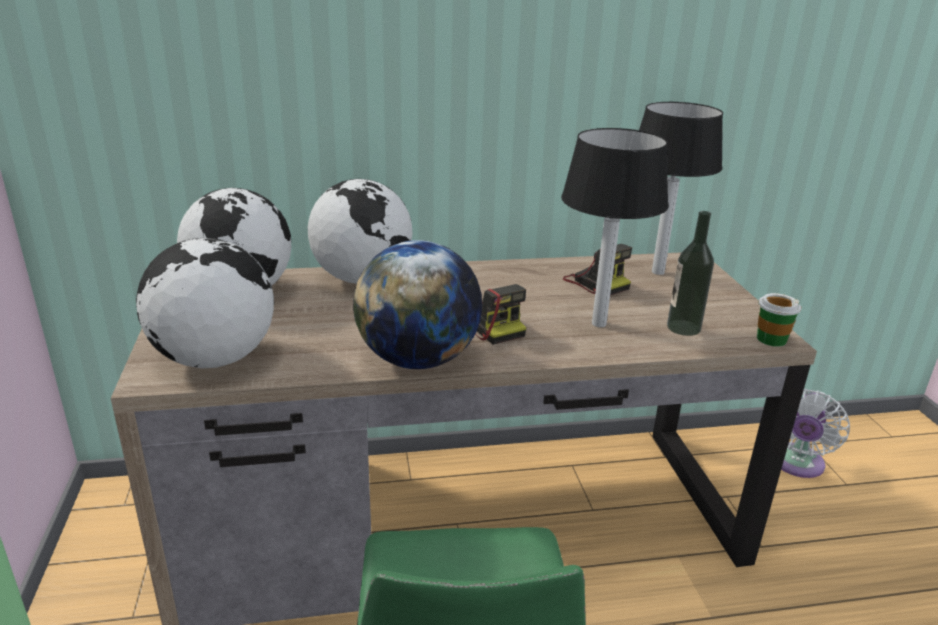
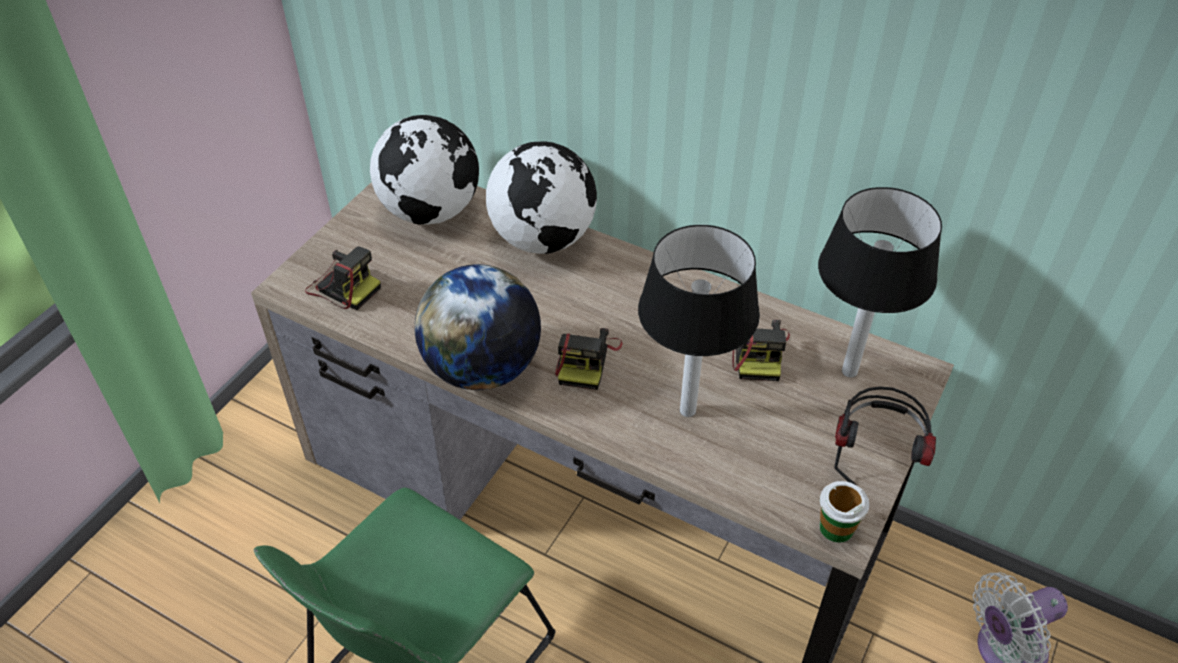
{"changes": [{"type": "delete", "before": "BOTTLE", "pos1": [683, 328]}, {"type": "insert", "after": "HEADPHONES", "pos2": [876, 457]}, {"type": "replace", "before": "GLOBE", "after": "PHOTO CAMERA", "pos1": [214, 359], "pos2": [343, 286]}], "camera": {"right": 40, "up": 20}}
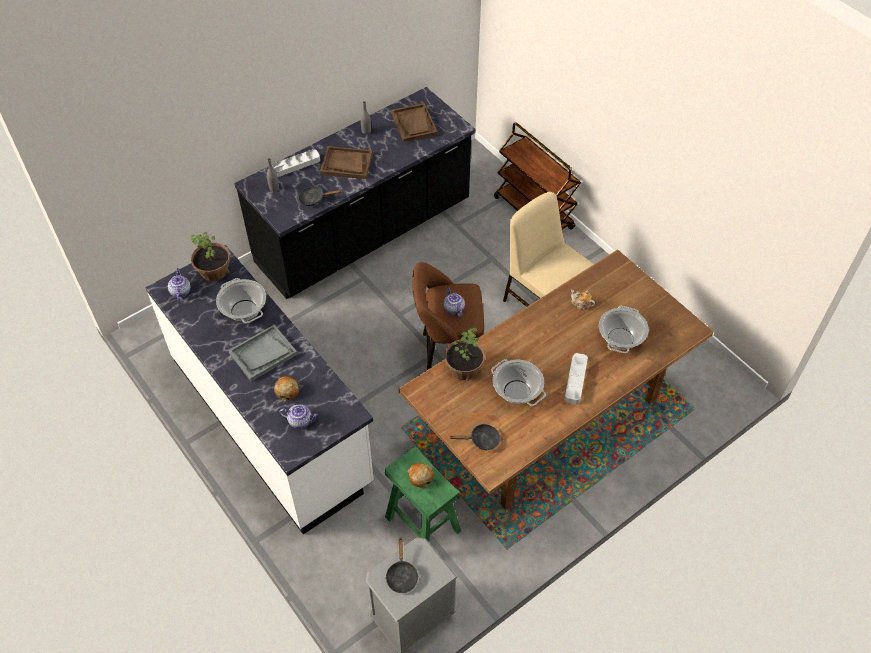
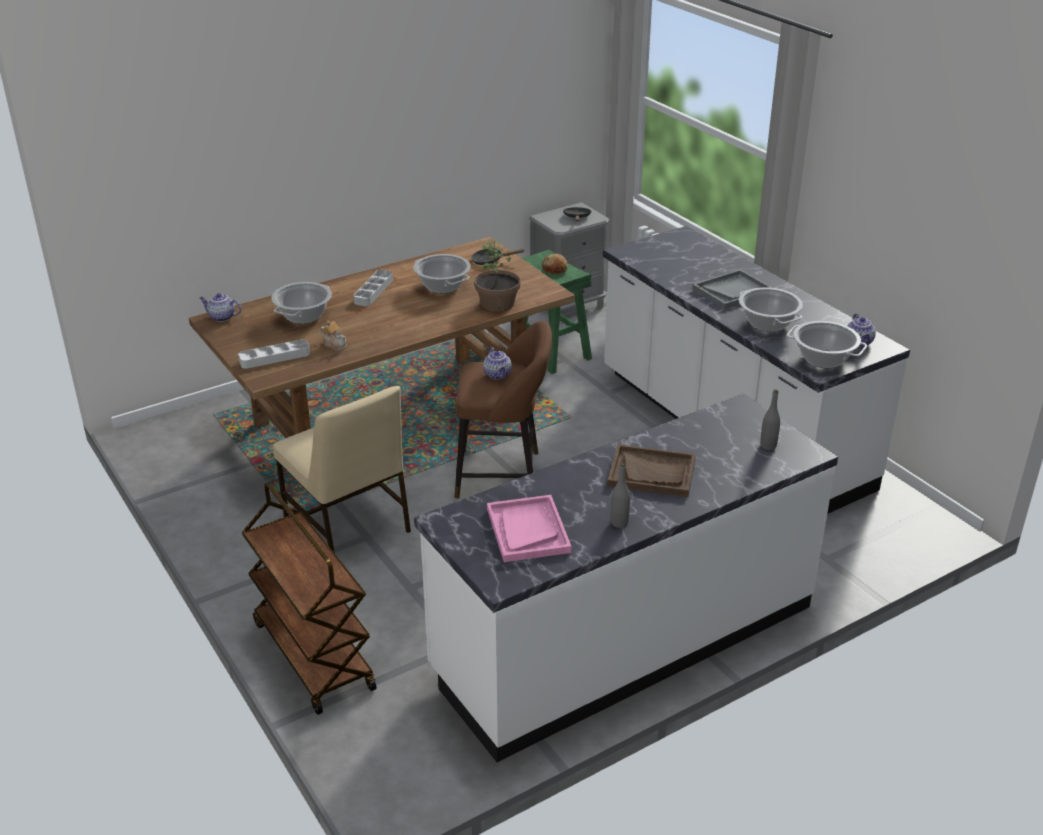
{"changes": [{"type": "delete", "before": "BREAD", "pos1": [287, 390]}, {"type": "delete", "before": "BLACK FRYING PAN", "pos1": [314, 199]}, {"type": "move", "before": "GREY TRAY", "pos1": [296, 165], "pos2": [275, 357]}, {"type": "move", "before": "TEAPOT", "pos1": [300, 421], "pos2": [221, 317]}, {"type": "replace", "before": "POTTED PLANT", "after": "COOKING POT", "pos1": [214, 270], "pos2": [823, 359]}, {"type": "recolor", "before": "BLACK COUNTER", "after": "WHITE COUNTER", "pos1": [364, 234], "pos2": [623, 639]}, {"type": "recolor", "before": "BROWN TRAY", "after": "PINK TRAY", "pos1": [414, 124], "pos2": [527, 530]}], "camera": {"right": -175, "up": -20}}
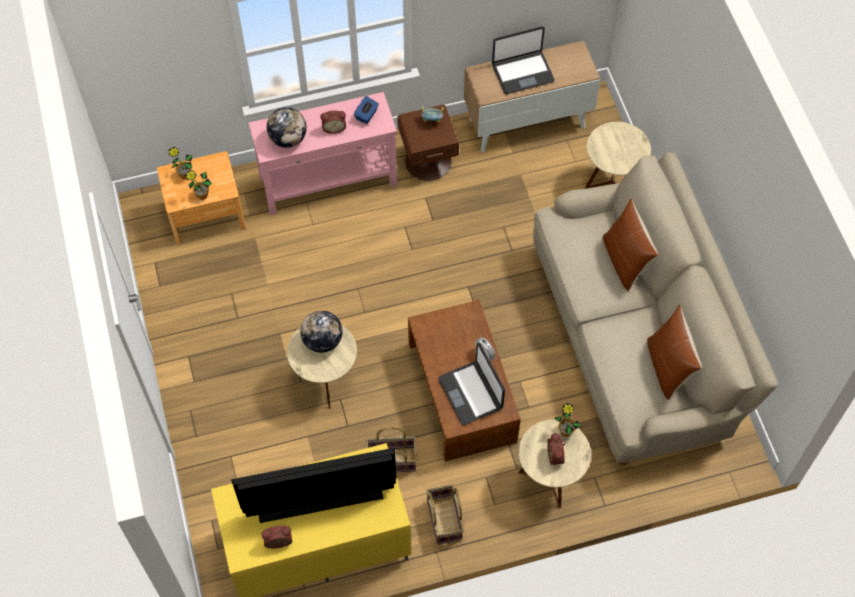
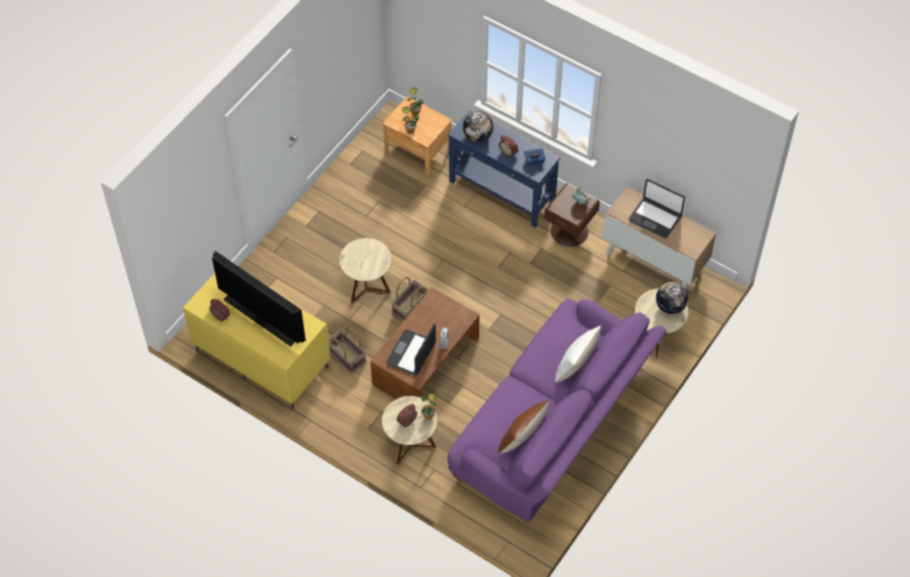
{"changes": [{"type": "move", "before": "GLOBE", "pos1": [322, 341], "pos2": [670, 306]}, {"type": "move", "before": "BASKET", "pos1": [445, 520], "pos2": [410, 308]}, {"type": "recolor", "before": "PINK CONSOLE TABLE", "after": "BLUE CONSOLE TABLE", "pos1": [329, 181], "pos2": [502, 192]}, {"type": "recolor", "before": "BEIGE SOFA", "after": "PURPLE SOFA", "pos1": [636, 339], "pos2": [553, 428]}, {"type": "recolor", "before": "BROWN PILLOW", "after": "WHITE PILLOW", "pos1": [624, 261], "pos2": [576, 366]}], "camera": {"right": 50, "up": -5}}
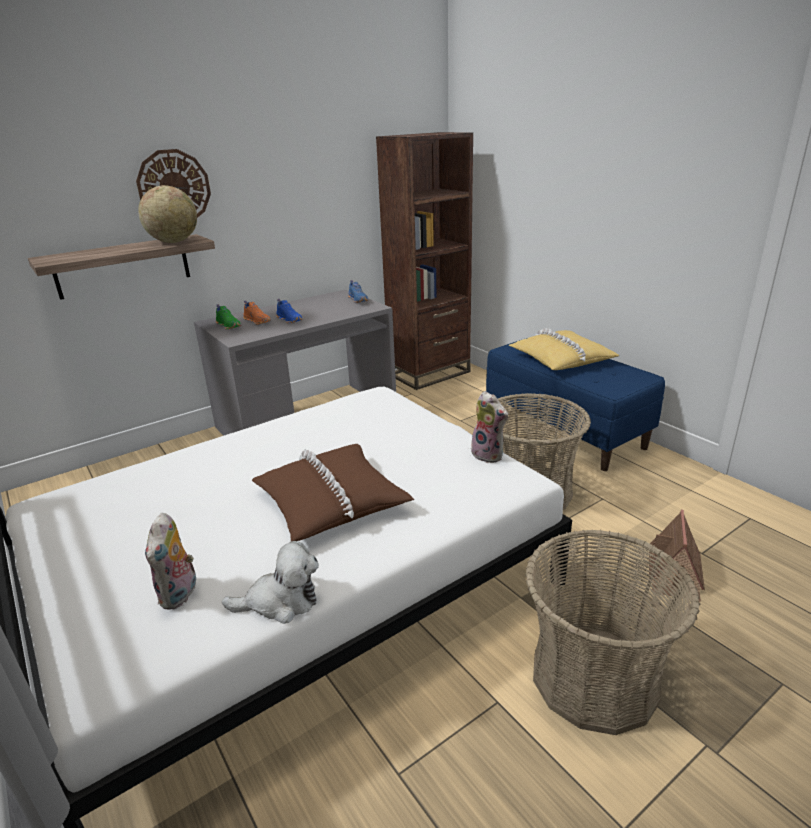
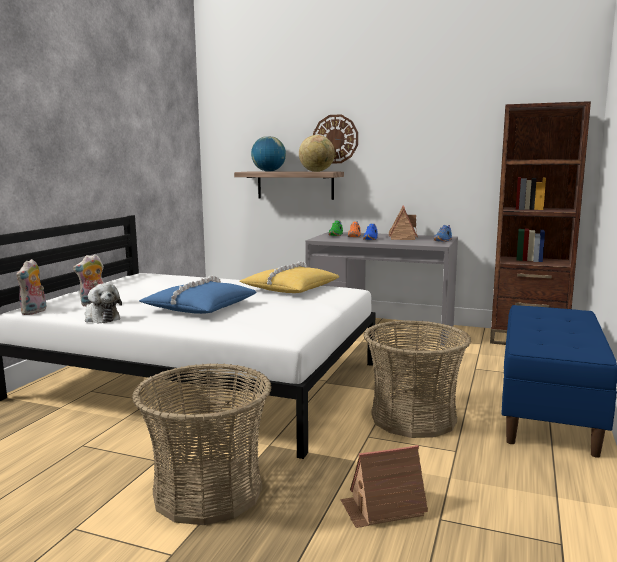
{"changes": [{"type": "insert", "after": "GLOBE", "pos2": [268, 171]}, {"type": "insert", "after": "TOY HOUSE", "pos2": [402, 237]}, {"type": "move", "before": "PLUSH TOY", "pos1": [489, 454], "pos2": [34, 312]}, {"type": "move", "before": "YELLOW PILLOW", "pos1": [560, 359], "pos2": [290, 288]}, {"type": "recolor", "before": "BROWN PILLOW", "after": "BLUE PILLOW", "pos1": [331, 502], "pos2": [199, 307]}], "camera": {"right": 55, "up": -15}}
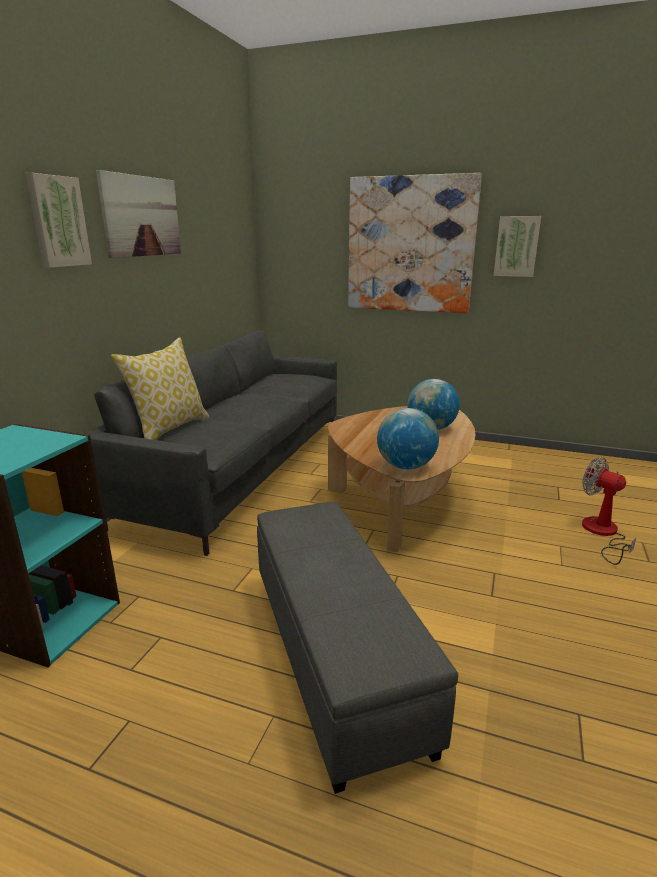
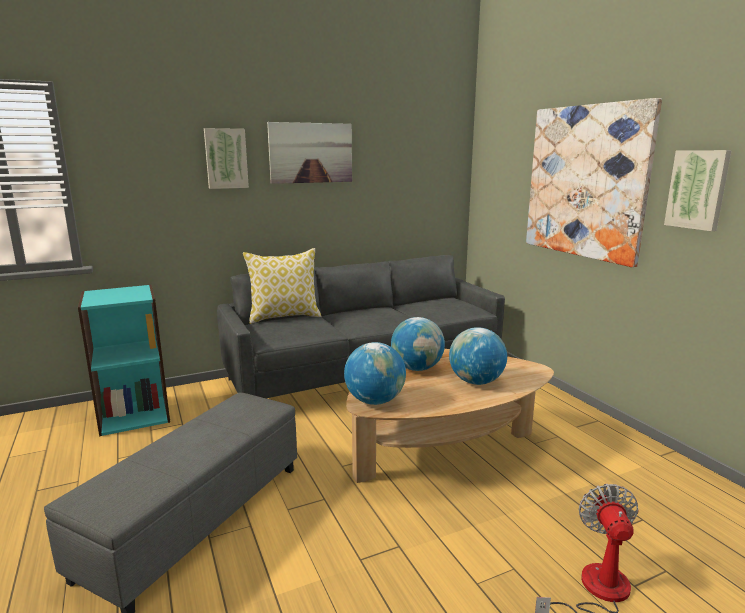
{"changes": [{"type": "insert", "after": "GLOBE", "pos2": [417, 368]}], "camera": {"right": 45, "up": -5}}
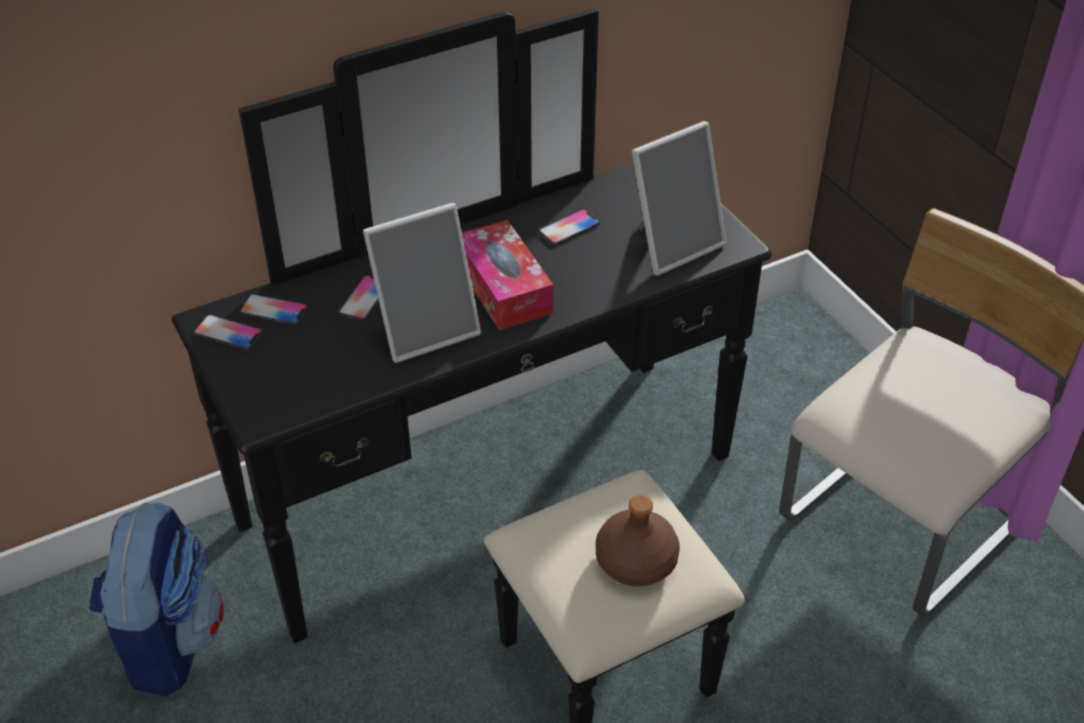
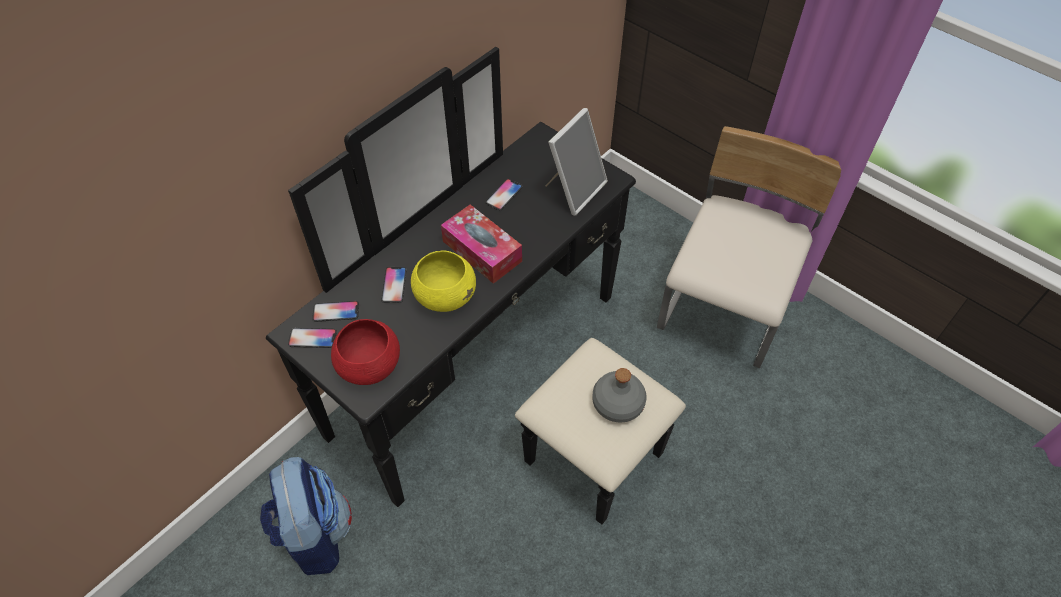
{"changes": [{"type": "insert", "after": "RED BOWL", "pos2": [369, 366]}, {"type": "replace", "before": "PICTURE FRAME", "after": "YELLOW BOWL", "pos1": [426, 328], "pos2": [445, 296]}, {"type": "recolor", "before": "BROWN BOTTLE", "after": "GREY BOTTLE", "pos1": [635, 560], "pos2": [617, 403]}], "camera": {"right": -20, "up": 10}}
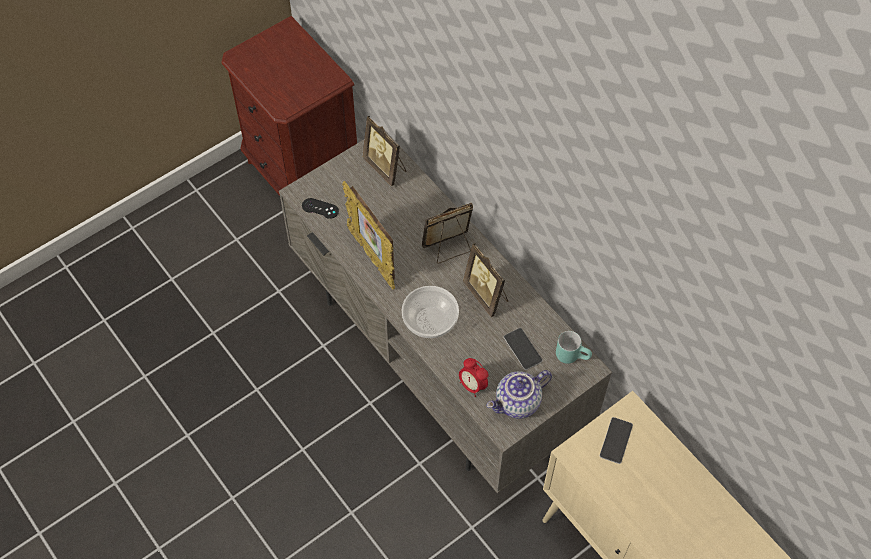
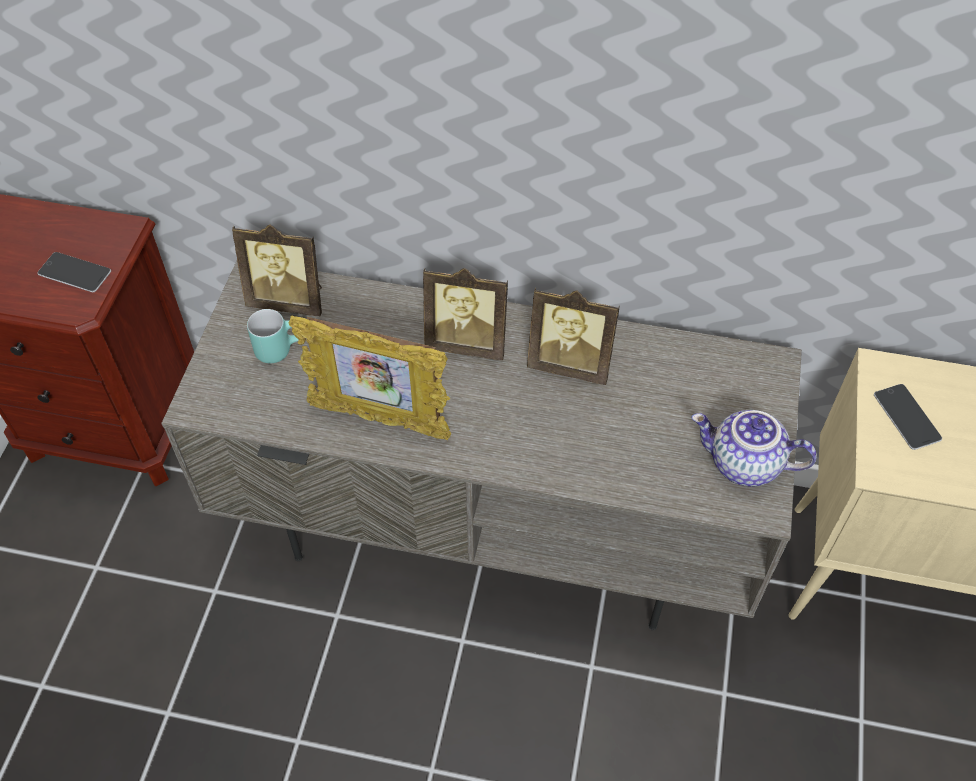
{"changes": [{"type": "delete", "before": "BLACK GAME CONTROLLER", "pos1": [320, 208]}, {"type": "delete", "before": "BOWL", "pos1": [430, 319]}, {"type": "delete", "before": "ALARM CLOCK", "pos1": [472, 385]}, {"type": "move", "before": "PHONE", "pos1": [522, 349], "pos2": [74, 272]}, {"type": "move", "before": "TURQUOISE MUG", "pos1": [572, 355], "pos2": [280, 347]}, {"type": "rotate", "before": "PICTURE FRAME", "pos1": [449, 248], "pos2": [467, 342], "turn": -105}, {"type": "rotate", "before": "TEAPOT", "pos1": [518, 403], "pos2": [743, 464], "turn": 90}], "camera": {"right": -40, "up": -5}}
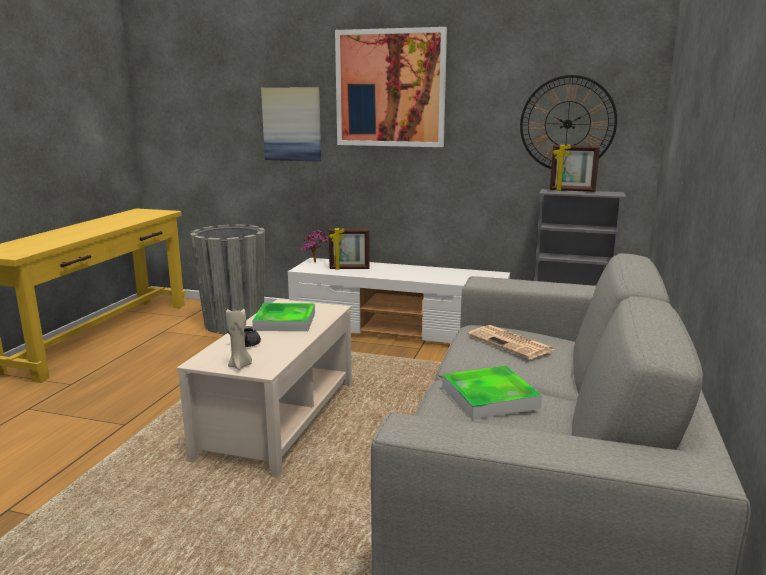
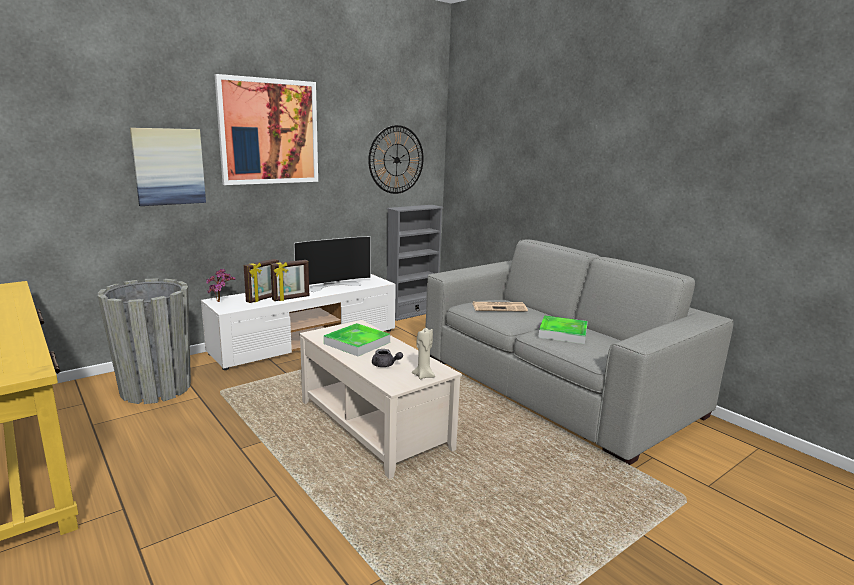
{"changes": [{"type": "insert", "after": "TELEVISION", "pos2": [332, 285]}, {"type": "move", "before": "PICTURE FRAME", "pos1": [572, 191], "pos2": [291, 298]}], "camera": {"right": -55, "up": 0}}
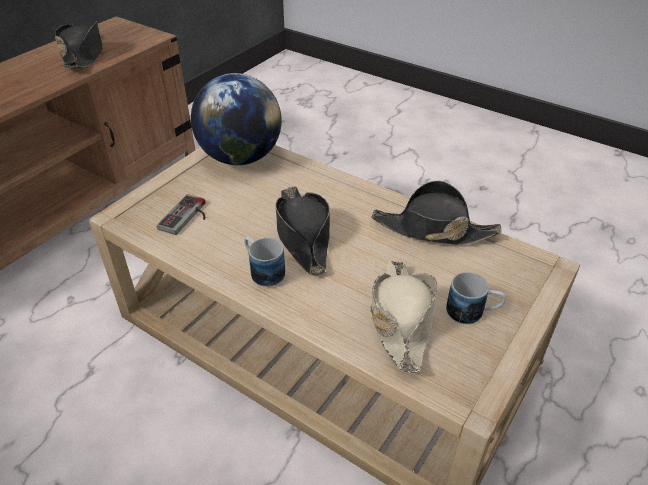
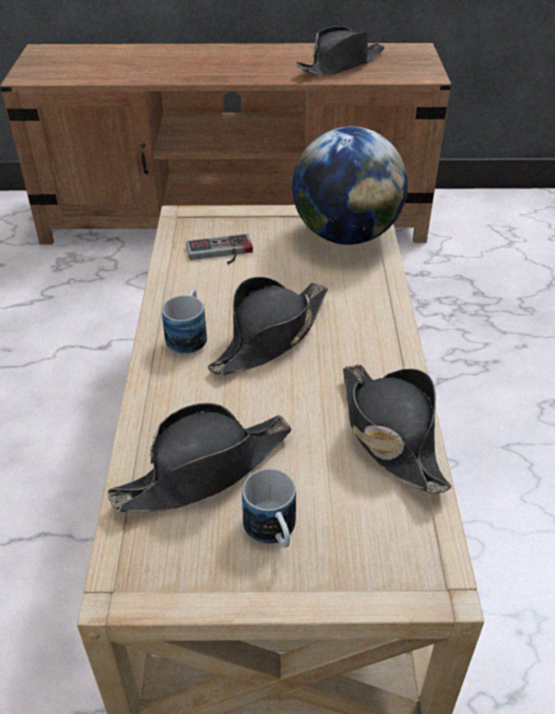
{"changes": [{"type": "recolor", "before": "BEIGE HAT", "after": "BLACK HAT", "pos1": [401, 319], "pos2": [205, 470]}], "camera": {"right": 55, "up": 0}}
